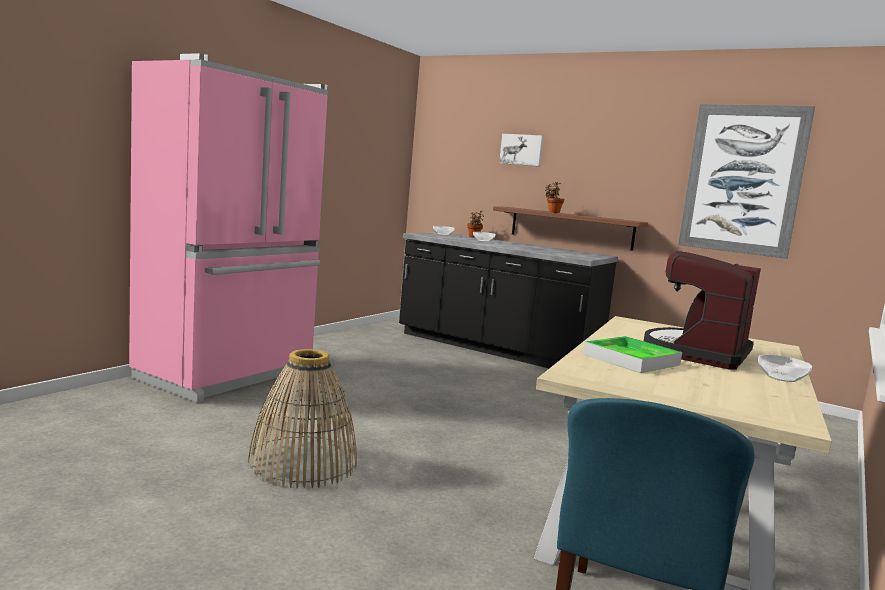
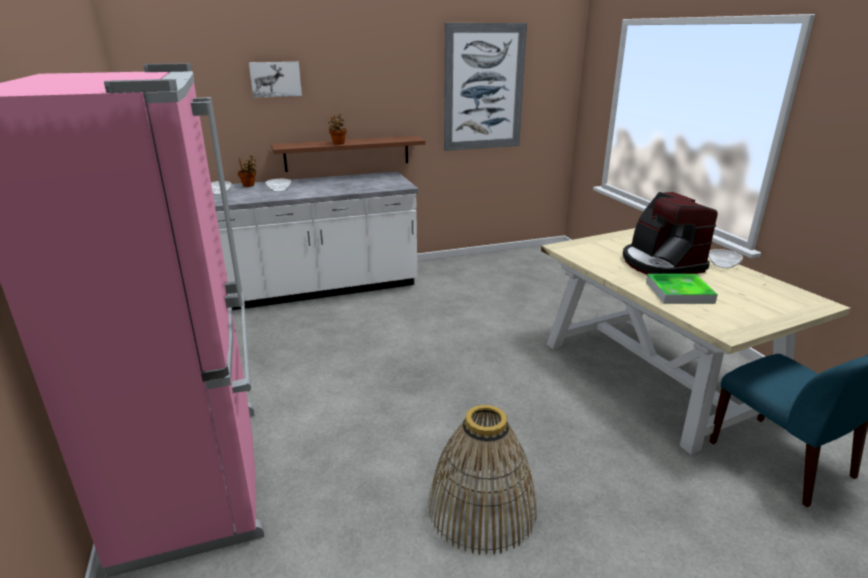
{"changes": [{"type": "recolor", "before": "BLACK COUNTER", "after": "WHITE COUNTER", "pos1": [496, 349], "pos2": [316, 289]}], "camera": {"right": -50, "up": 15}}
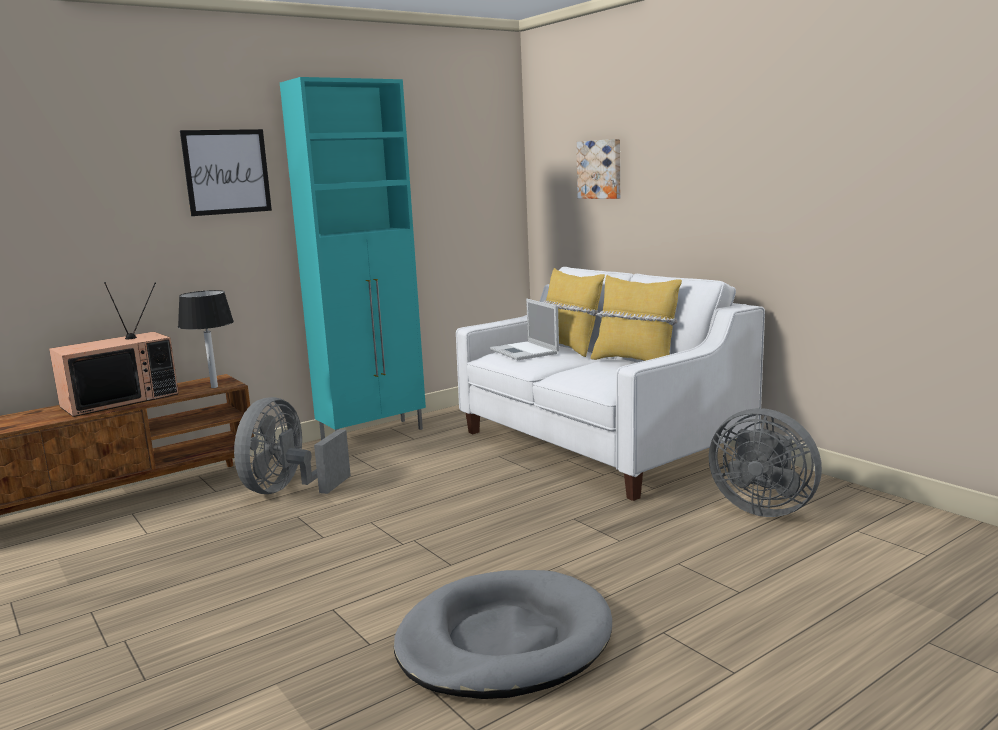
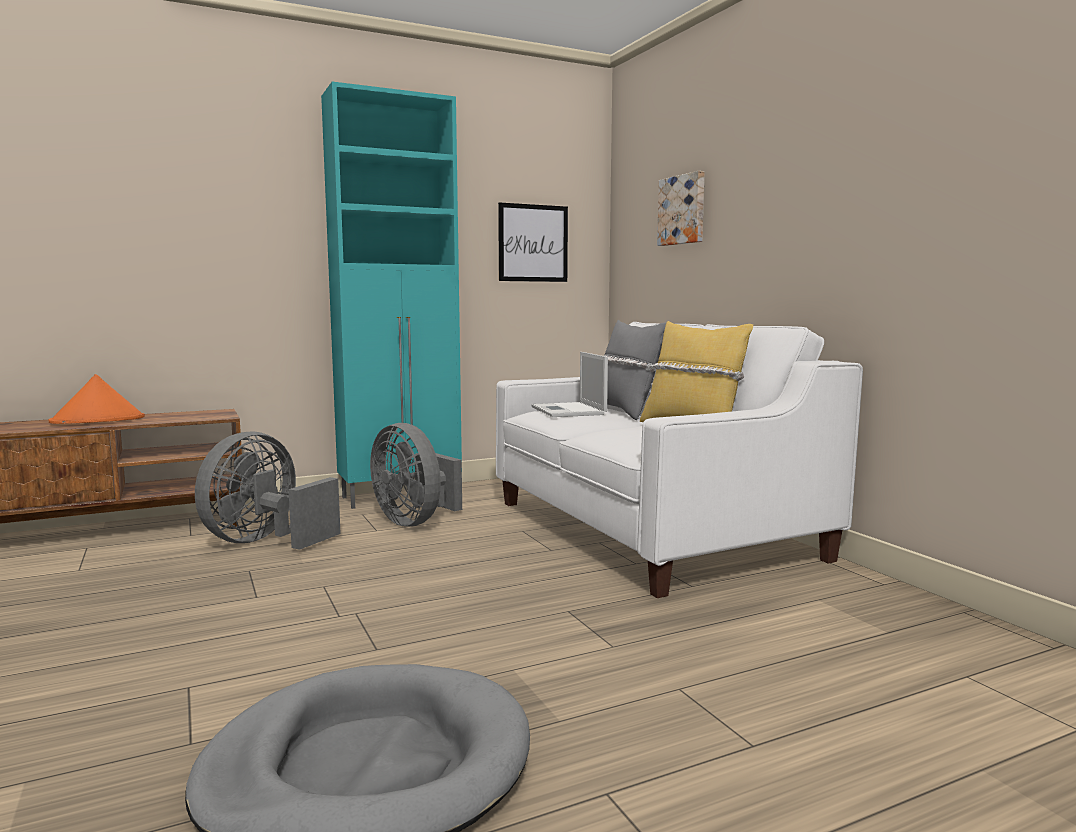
{"changes": [{"type": "delete", "before": "BLACK TABLE LAMP", "pos1": [214, 387]}, {"type": "move", "before": "PICTURE", "pos1": [227, 172], "pos2": [533, 243]}, {"type": "move", "before": "GREY FAN", "pos1": [762, 508], "pos2": [415, 521]}, {"type": "replace", "before": "TELEVISION", "after": "ORANGE HAT", "pos1": [121, 400], "pos2": [98, 420]}, {"type": "recolor", "before": "YELLOW PILLOW", "after": "GREY PILLOW", "pos1": [569, 348], "pos2": [625, 412]}], "camera": {"right": 10, "up": -5}}
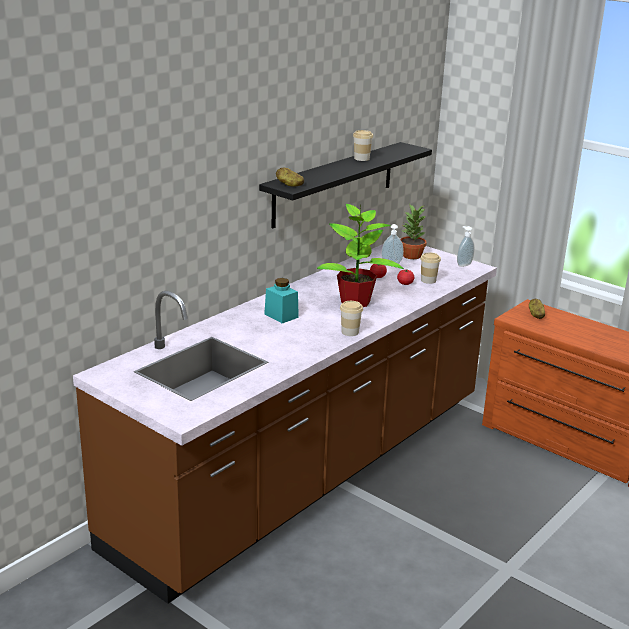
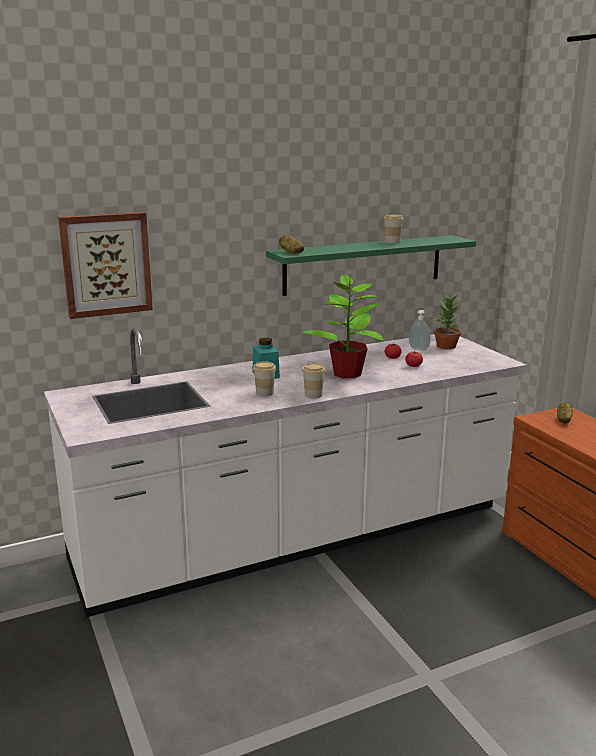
{"changes": [{"type": "delete", "before": "SOAP DISPENSER", "pos1": [463, 264]}, {"type": "insert", "after": "PICTURE", "pos2": [106, 264]}, {"type": "move", "before": "CUP", "pos1": [428, 280], "pos2": [264, 393]}, {"type": "recolor", "before": "BROWN COUNTER", "after": "WHITE COUNTER", "pos1": [308, 470], "pos2": [297, 536]}, {"type": "recolor", "before": "BLACK SHELF", "after": "GREEN SHELF", "pos1": [334, 183], "pos2": [363, 264]}], "camera": {"right": 25, "up": -5}}
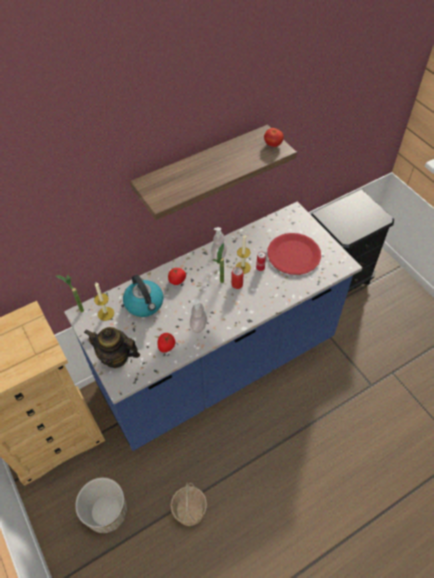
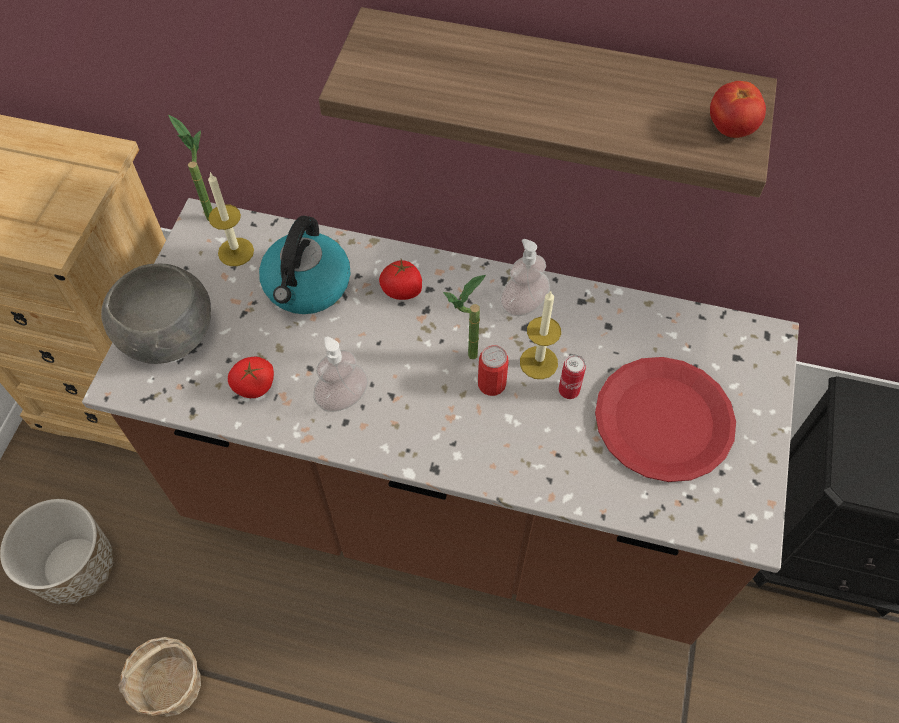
{"changes": [{"type": "replace", "before": "TEAPOT", "after": "GREY BOWL", "pos1": [116, 357], "pos2": [167, 334]}, {"type": "recolor", "before": "BLUE COUNTER", "after": "BROWN COUNTER", "pos1": [218, 366], "pos2": [449, 508]}], "camera": {"right": 45, "up": 5}}
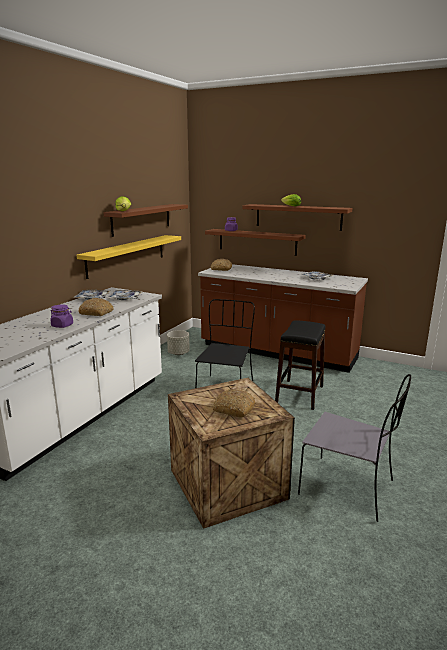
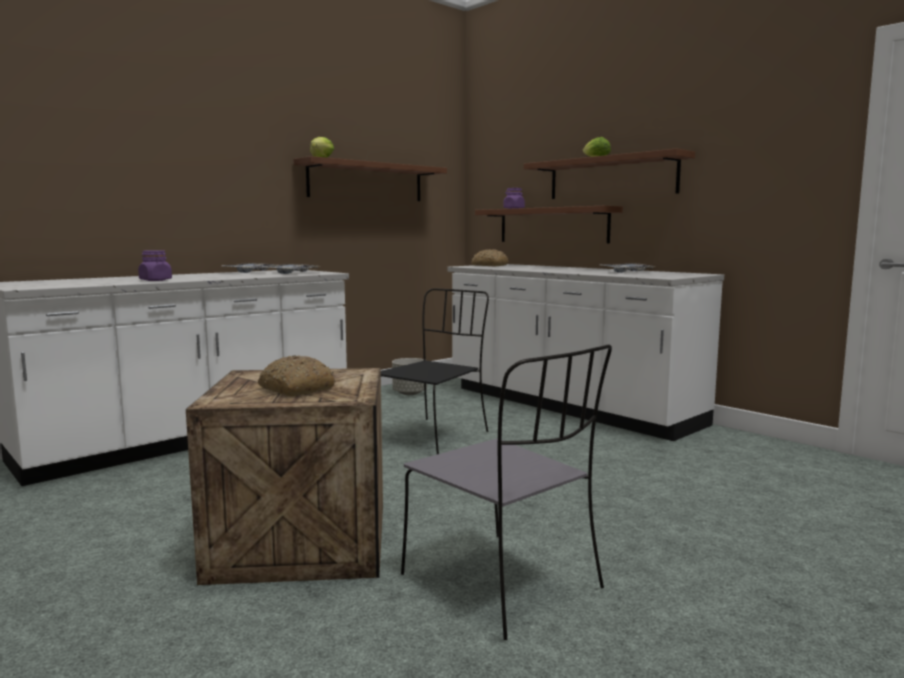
{"changes": [{"type": "delete", "before": "YELLOW SHELF", "pos1": [127, 255]}, {"type": "delete", "before": "BREAD", "pos1": [97, 312]}, {"type": "delete", "before": "BLACK STOOL", "pos1": [299, 394]}, {"type": "recolor", "before": "BROWN COUNTER", "after": "WHITE COUNTER", "pos1": [277, 352], "pos2": [568, 406]}], "camera": {"right": 20, "up": -10}}
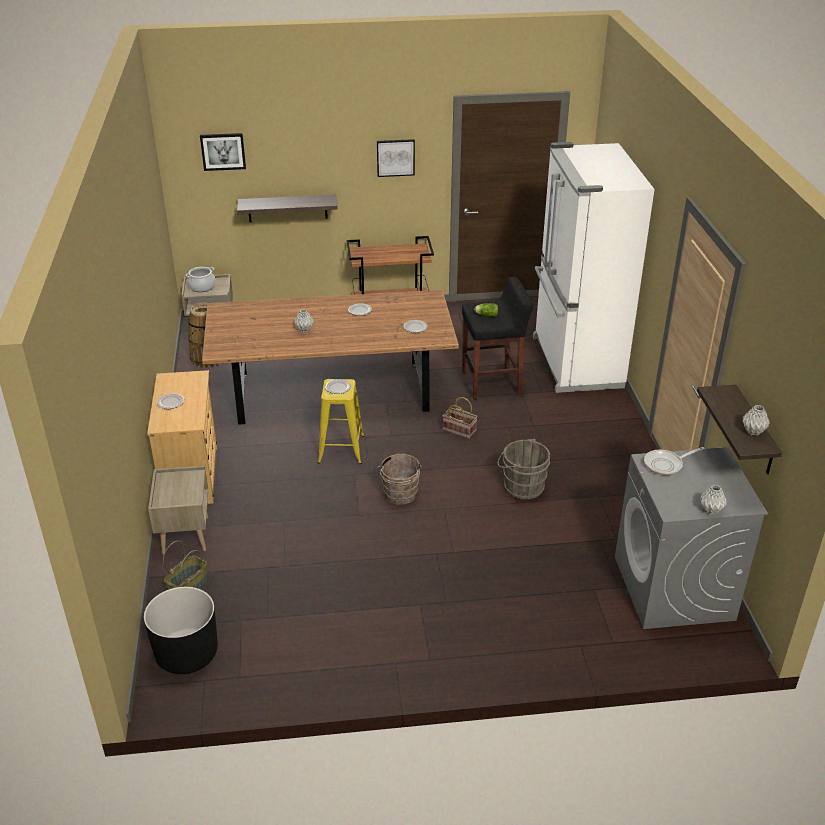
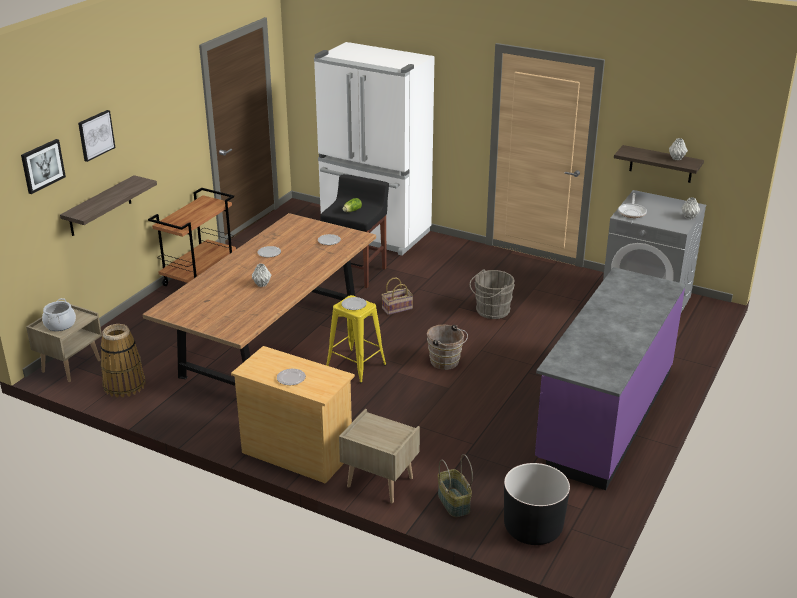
{"changes": [{"type": "insert", "after": "PURPLE COUNTER", "pos2": [604, 416]}, {"type": "move", "before": "PICTURE", "pos1": [395, 157], "pos2": [95, 135]}], "camera": {"right": -55, "up": -5}}
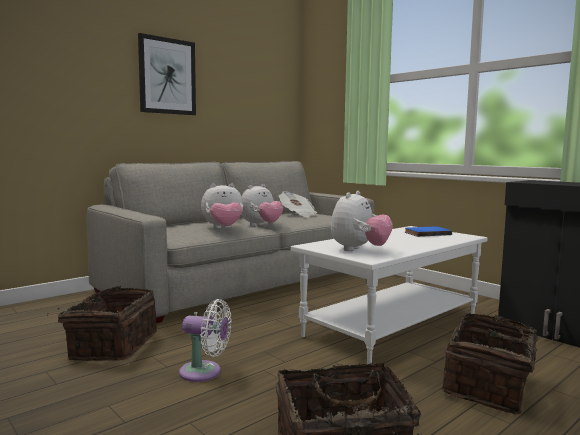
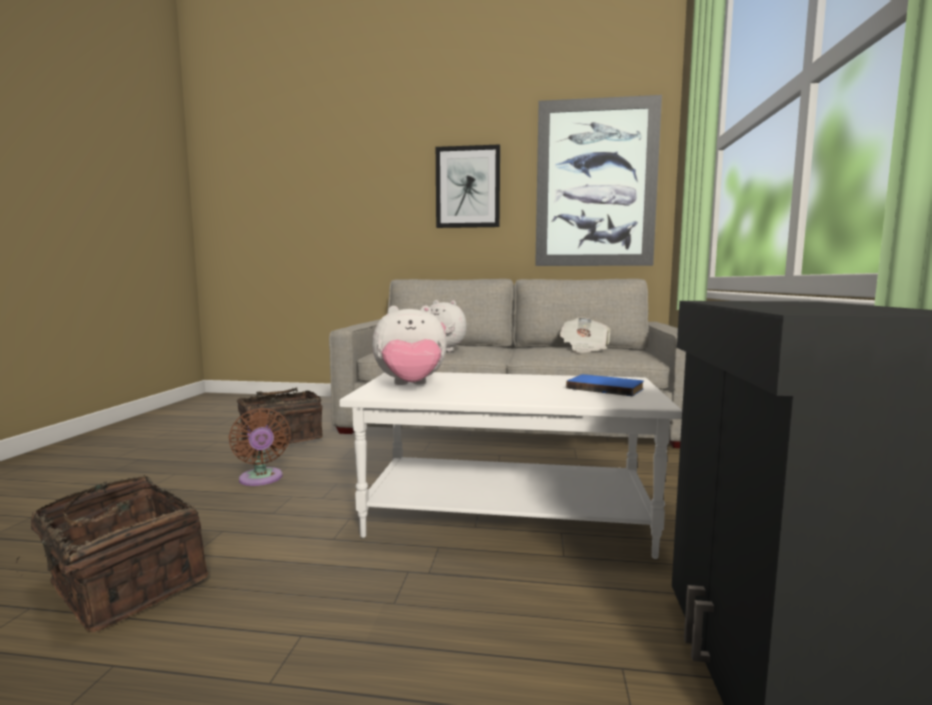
{"changes": [{"type": "delete", "before": "PLUSH TOY", "pos1": [260, 226]}, {"type": "delete", "before": "BASKET", "pos1": [489, 387]}, {"type": "insert", "after": "PICTURE", "pos2": [596, 184]}, {"type": "recolor", "before": "WHITE FAN", "after": "BROWN FAN", "pos1": [204, 372], "pos2": [261, 479]}], "camera": {"right": 50, "up": 0}}
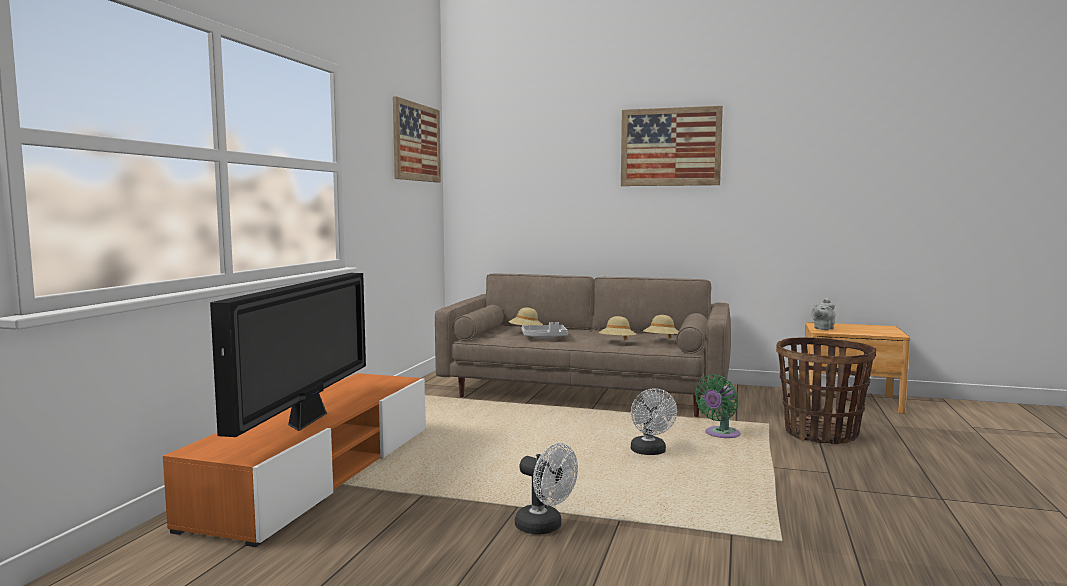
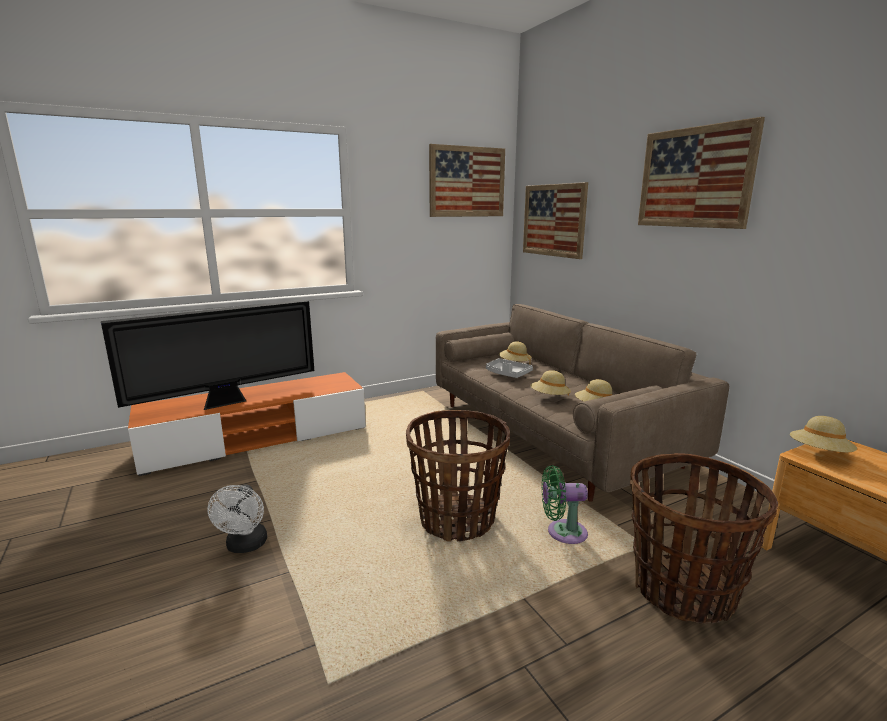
{"changes": [{"type": "insert", "after": "PICTURE", "pos2": [553, 220]}, {"type": "replace", "before": "WHITE FAN", "after": "BASKET", "pos1": [650, 452], "pos2": [457, 519]}, {"type": "replace", "before": "GREY TEAPOT", "after": "BEIGE HAT", "pos1": [822, 329], "pos2": [819, 453]}], "camera": {"right": 45, "up": 10}}
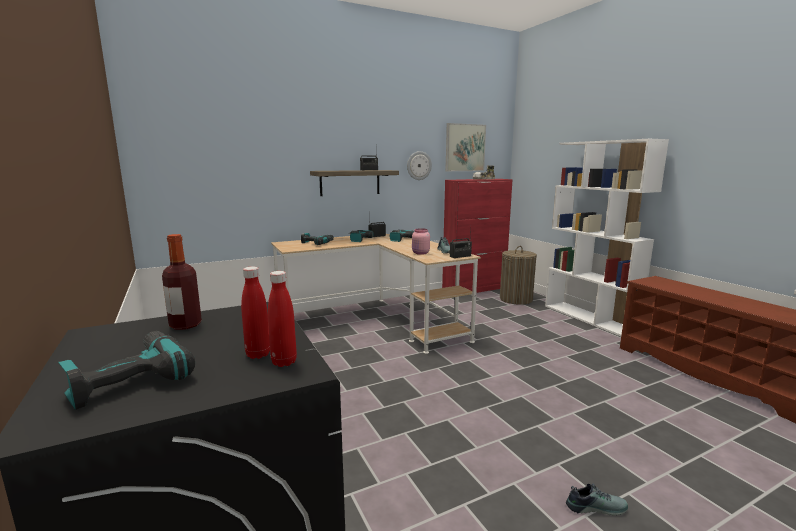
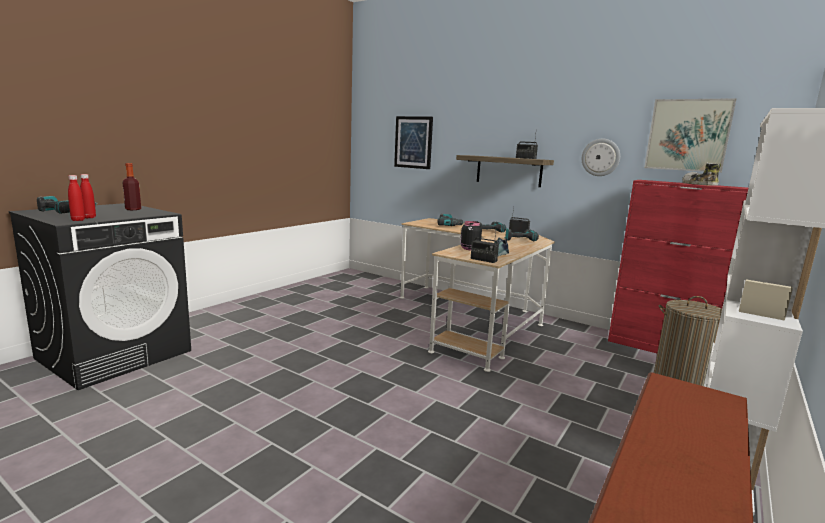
{"changes": [{"type": "delete", "before": "SHOE", "pos1": [595, 506]}, {"type": "insert", "after": "PICTURE", "pos2": [413, 142]}, {"type": "recolor", "before": "PINK JAR", "after": "BLACK JAR", "pos1": [420, 253], "pos2": [469, 249]}], "camera": {"right": 60, "up": 0}}
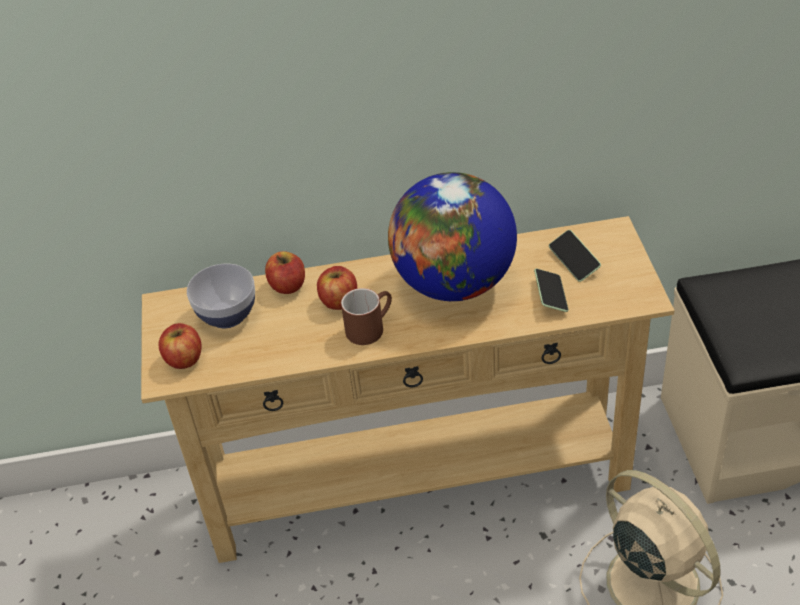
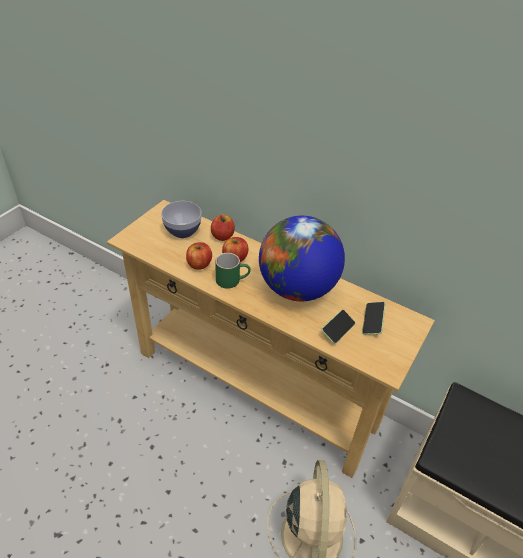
{"changes": [{"type": "move", "before": "APPLE", "pos1": [184, 359], "pos2": [199, 264]}, {"type": "recolor", "before": "BROWN MUG", "after": "GREEN MUG", "pos1": [370, 327], "pos2": [232, 280]}], "camera": {"right": 35, "up": 0}}
